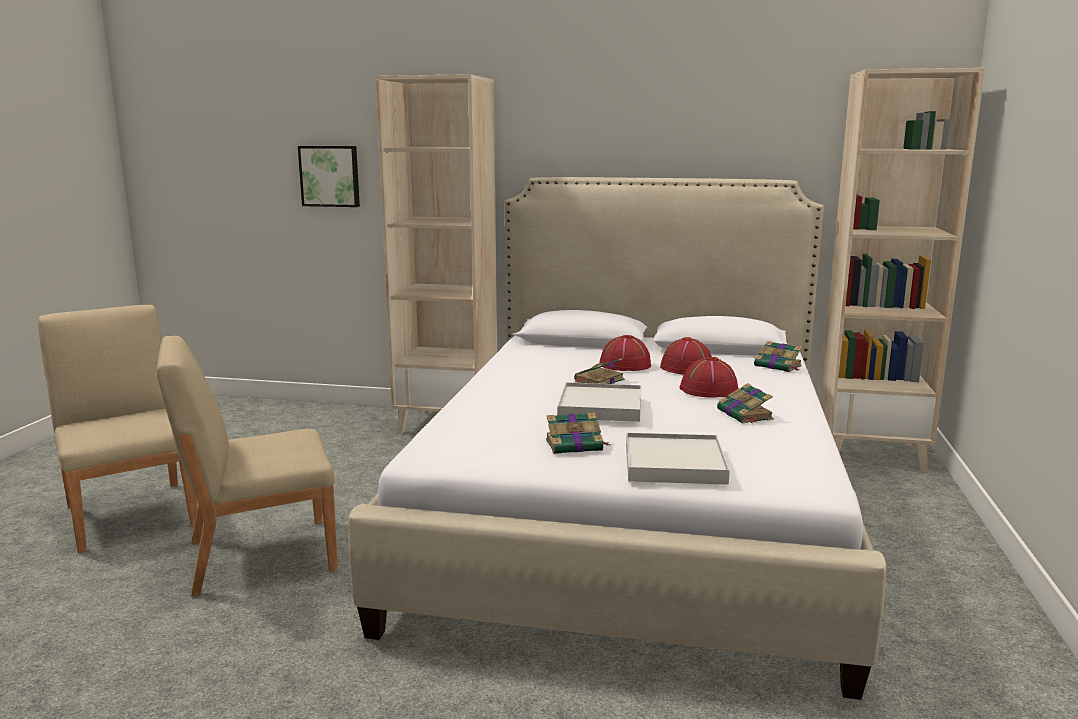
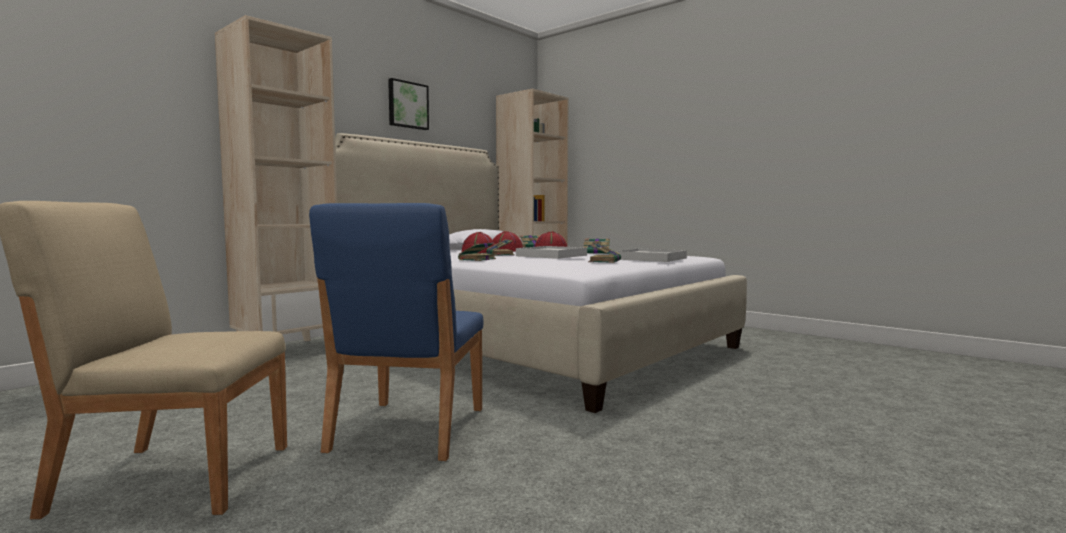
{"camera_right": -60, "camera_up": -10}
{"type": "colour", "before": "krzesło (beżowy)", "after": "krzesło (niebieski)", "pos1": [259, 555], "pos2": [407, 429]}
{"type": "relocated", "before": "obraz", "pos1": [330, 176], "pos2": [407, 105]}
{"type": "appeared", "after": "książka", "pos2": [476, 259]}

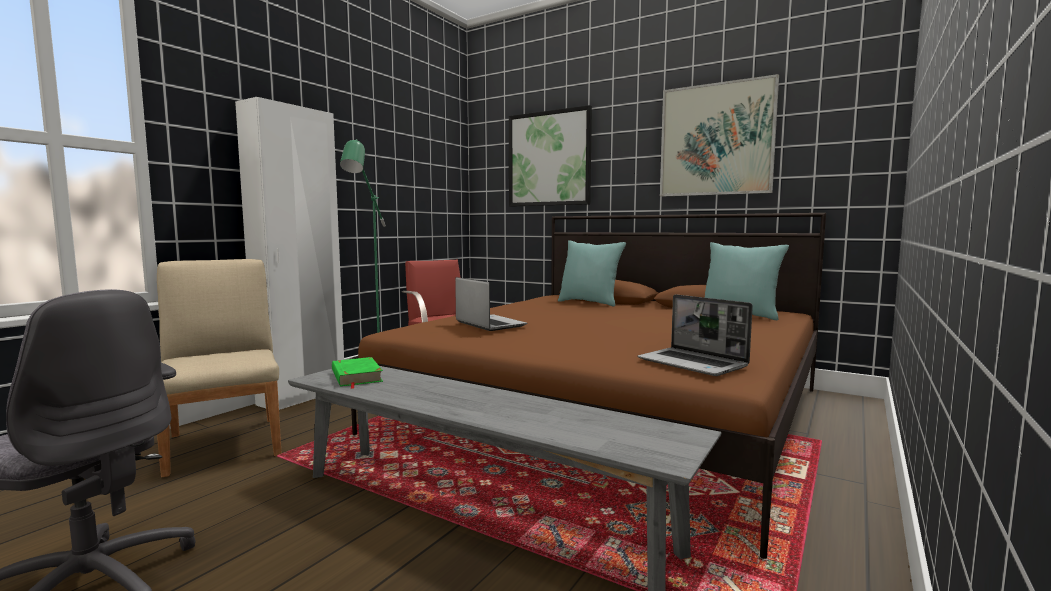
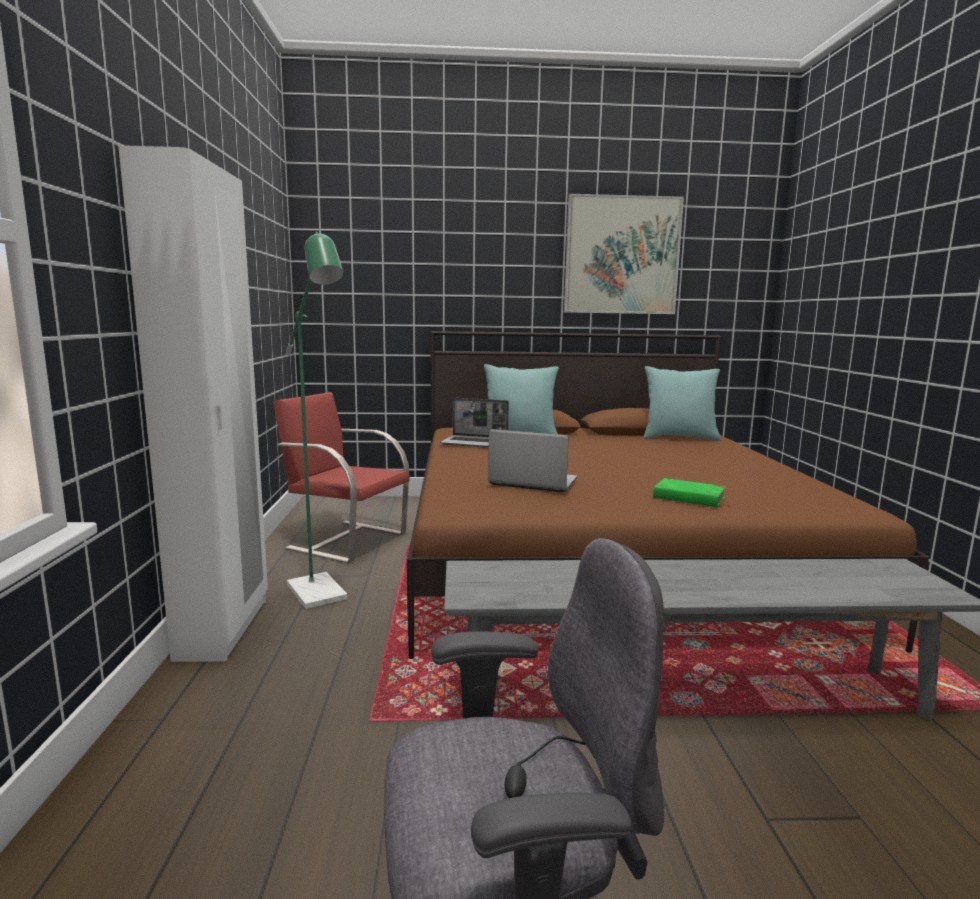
{"camera_right": -35, "camera_up": 5}
{"type": "relocated", "before": "laptop", "pos1": [693, 363], "pos2": [475, 443]}
{"type": "relocated", "before": "książka (zielony)", "pos1": [356, 376], "pos2": [689, 498]}
{"type": "missing", "before": "krzesło (beżowy)", "pos1": [225, 443]}
{"type": "missing", "before": "obraz", "pos1": [549, 159]}

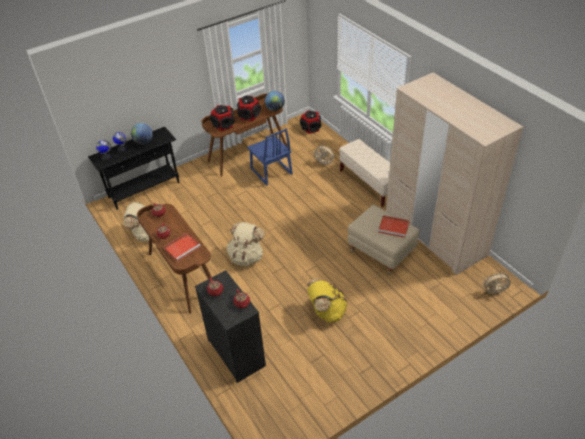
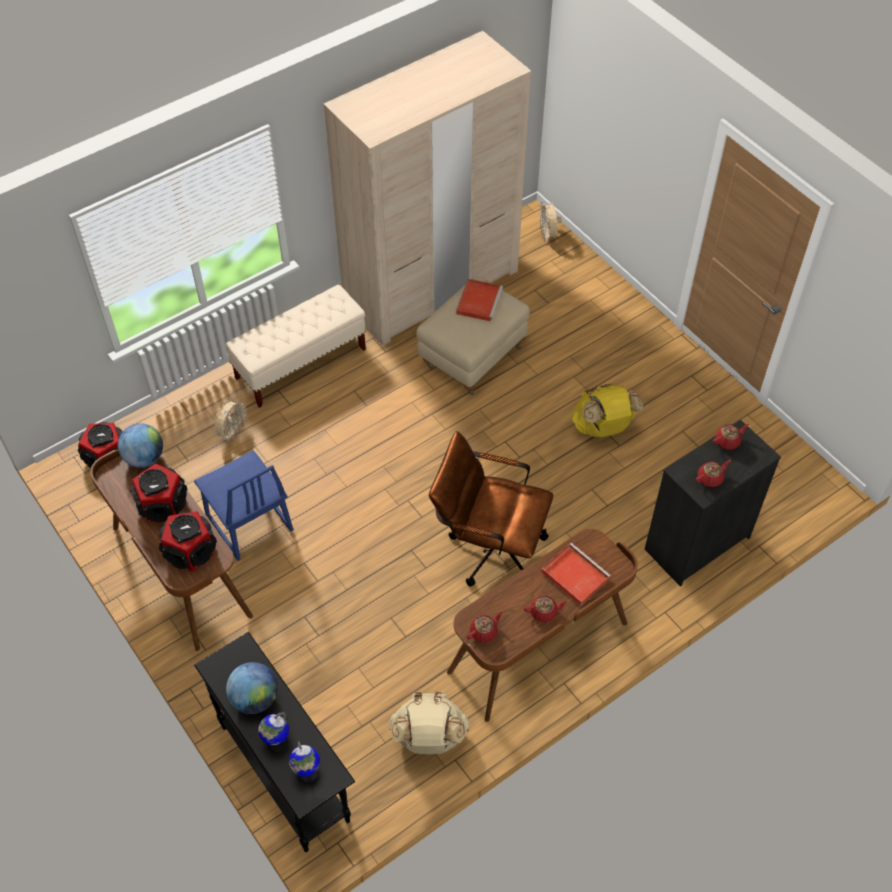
{"camera_right": -95, "camera_up": 10}
{"type": "spun", "before": "krzesło (niebieski)", "pos1": [271, 172], "pos2": [248, 523], "turn": 90}
{"type": "exchanged", "before": "plecak (beżowy)", "after": "krzesło biurowe (brązowy)", "pos1": [246, 257], "pos2": [489, 547]}

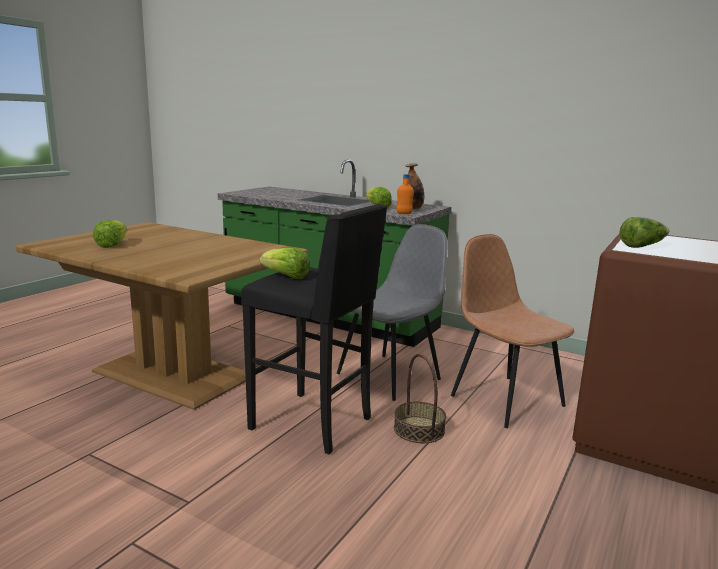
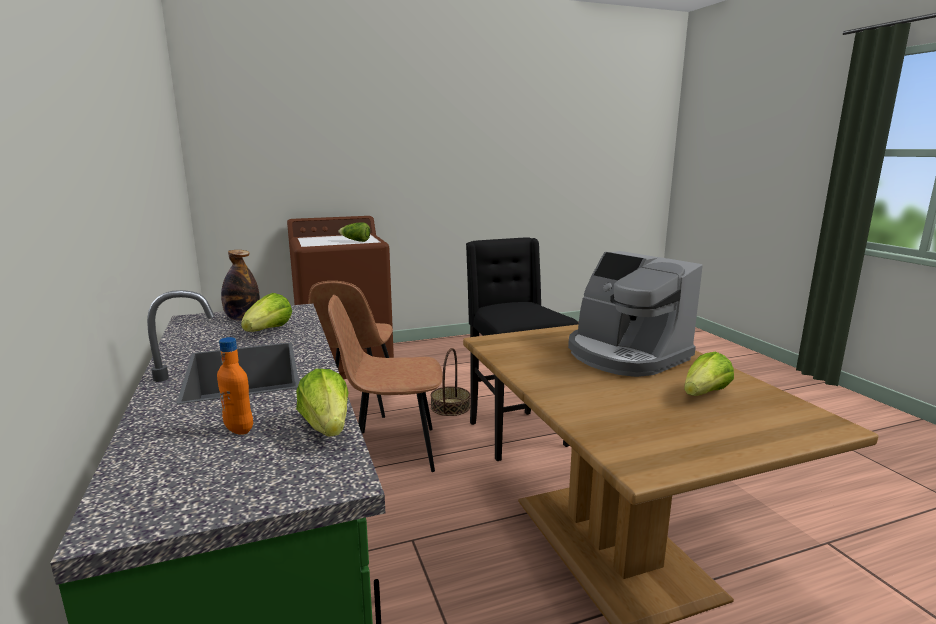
{"camera_right": -140, "camera_up": 0}
{"type": "relocated", "before": "butelka (pomarańczowy)", "pos1": [404, 213], "pos2": [239, 429]}
{"type": "relocated", "before": "sałata", "pos1": [286, 277], "pos2": [327, 427]}
{"type": "colour", "before": "krzesło (szary)", "after": "krzesło (brązowy)", "pos1": [390, 376], "pos2": [392, 450]}
{"type": "appeared", "after": "ekspres do kawy", "pos2": [625, 355]}

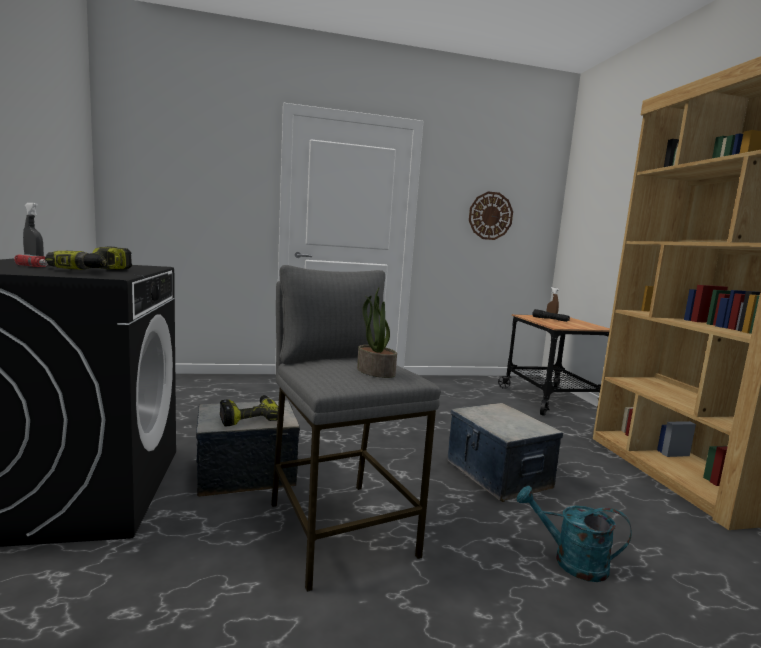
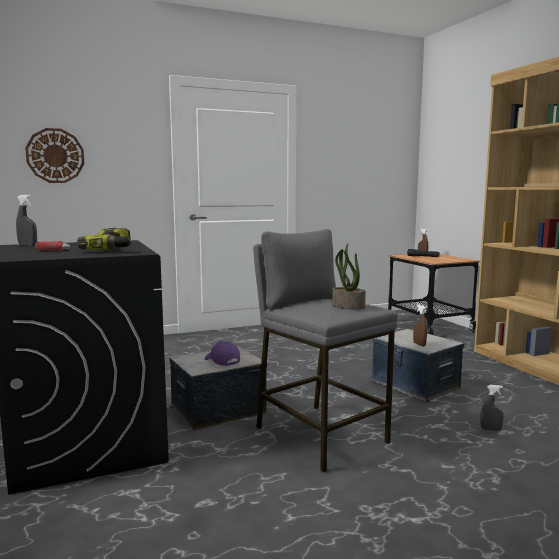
{"camera_right": -10, "camera_up": 0}
{"type": "relocated", "before": "zegar ścienny", "pos1": [490, 216], "pos2": [55, 156]}
{"type": "exchanged", "before": "wiertarka", "after": "czapka z daszkiem (fioletowy)", "pos1": [249, 417], "pos2": [221, 361]}
{"type": "appeared", "after": "spryskiwacz (brązowy)", "pos2": [419, 344]}
{"type": "exchanged", "before": "konewka (turkusowy)", "after": "spryskiwacz (szary)", "pos1": [570, 561], "pos2": [490, 430]}

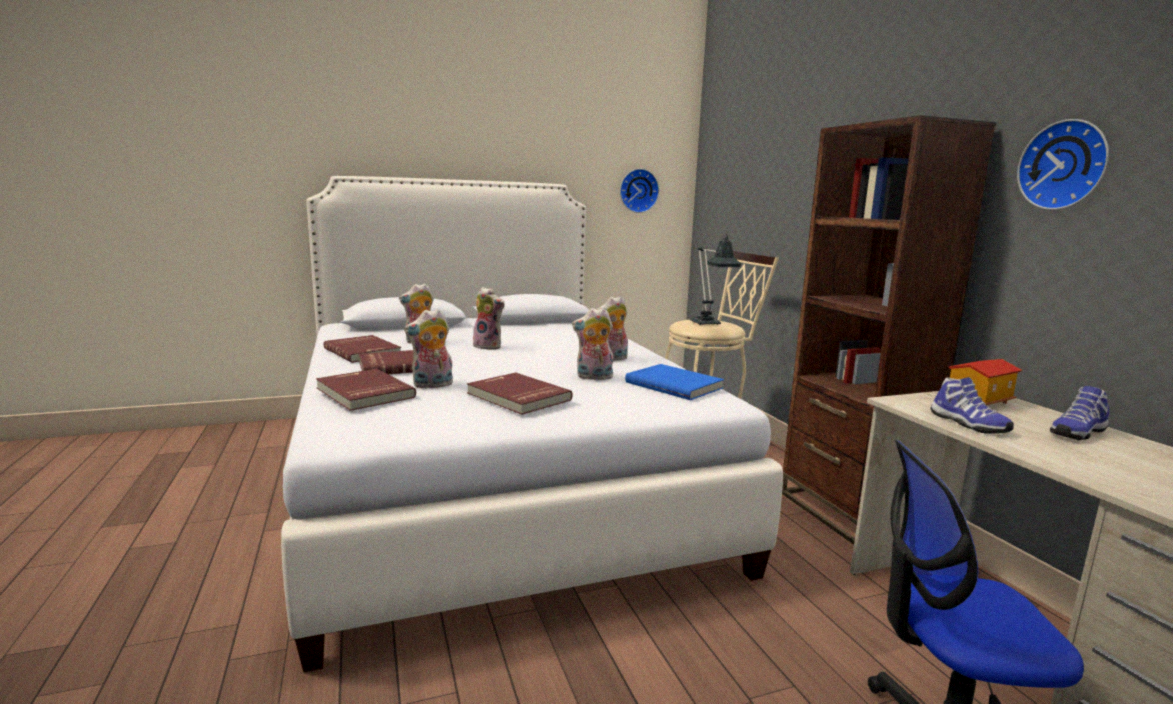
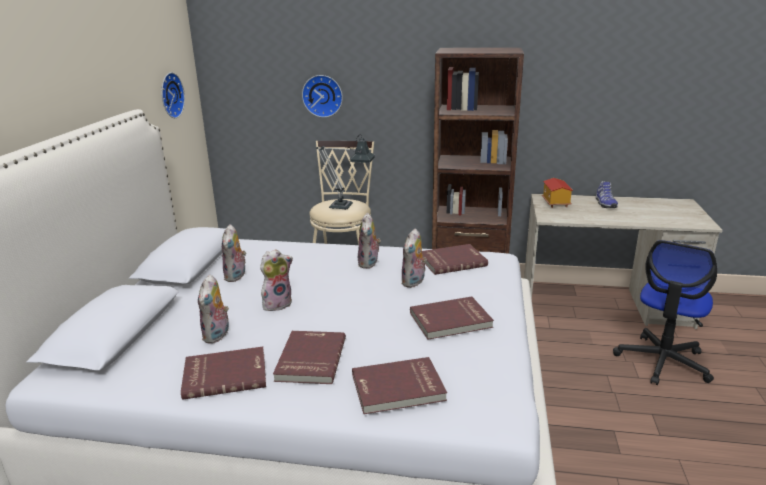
{"camera_right": -60, "camera_up": 10}
{"type": "relocated", "before": "pluszak", "pos1": [432, 385], "pos2": [236, 276]}
{"type": "relocated", "before": "zegar ścienny", "pos1": [1065, 165], "pos2": [323, 95]}
{"type": "colour", "before": "książka (niebieski)", "after": "książka (czerwony)", "pos1": [674, 385], "pos2": [452, 261]}
{"type": "missing", "before": "but", "pos1": [967, 424]}

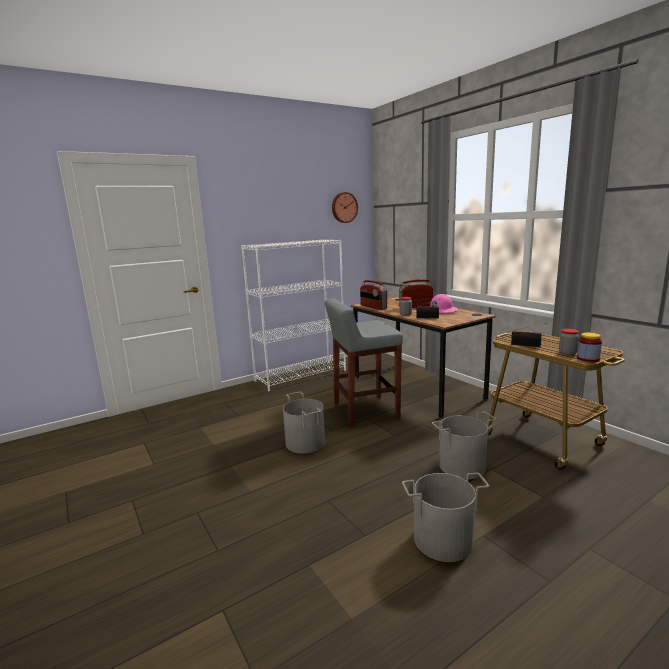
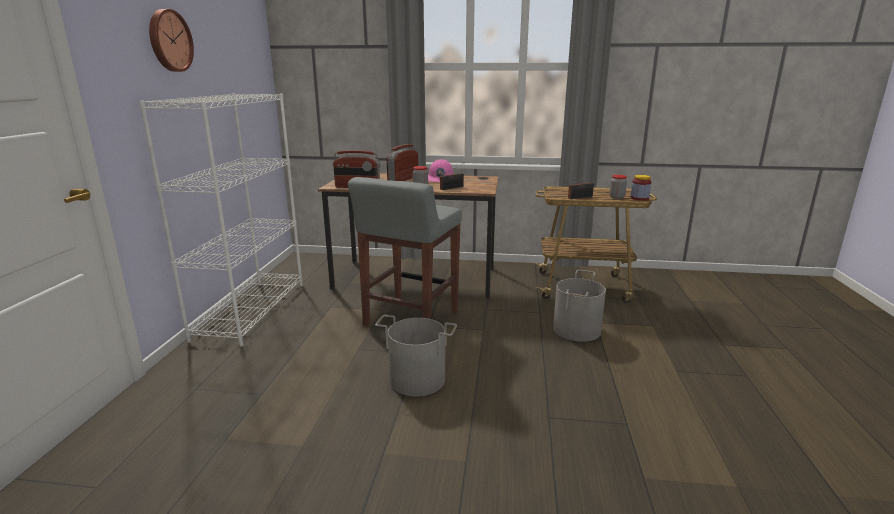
{"camera_right": -50, "camera_up": 5}
{"type": "relocated", "before": "zegar ścienny", "pos1": [344, 207], "pos2": [169, 41]}
{"type": "missing", "before": "wiadro (szary)", "pos1": [443, 540]}

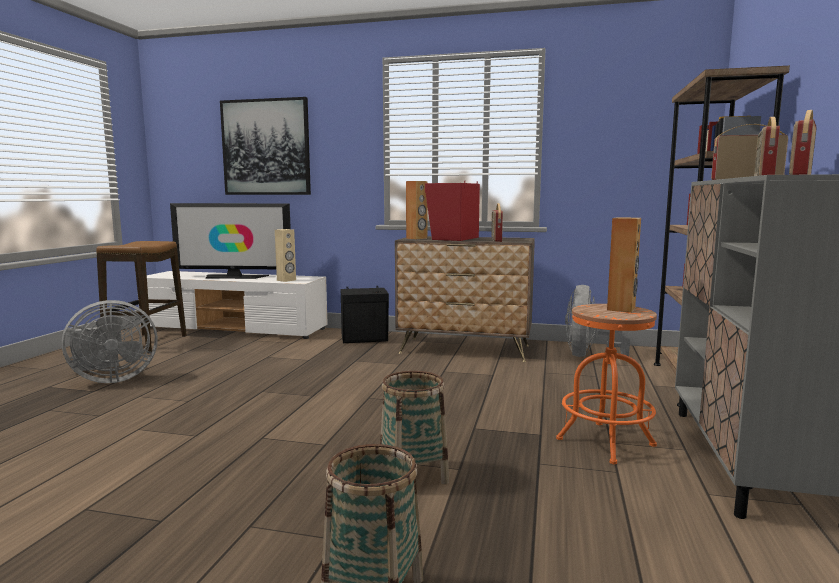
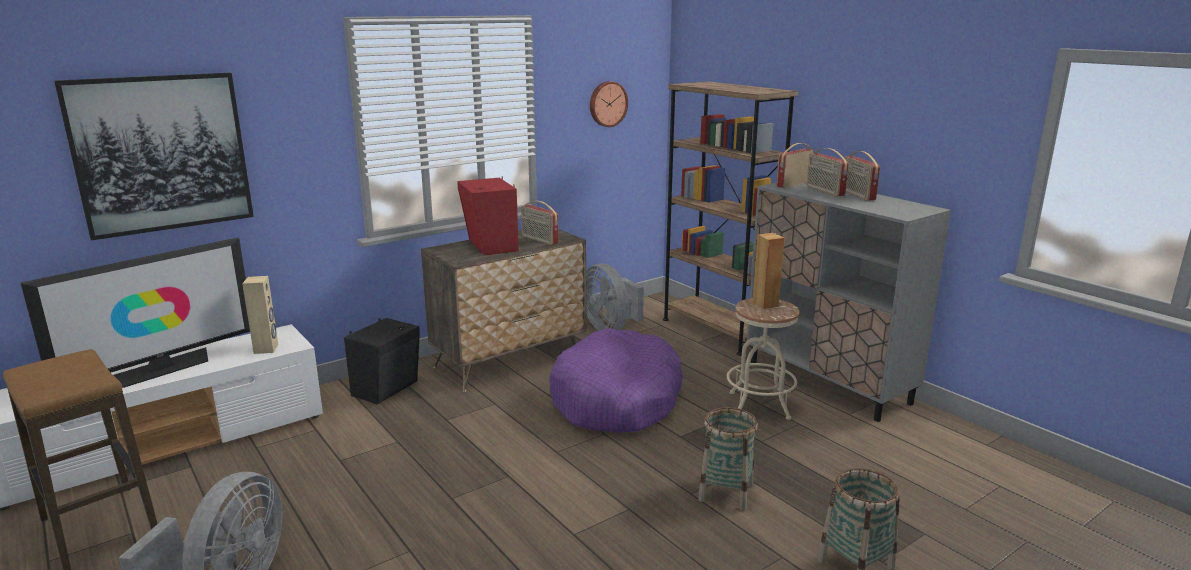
{"camera_right": -50, "camera_up": 10}
{"type": "appeared", "after": "legowisko (fioletowy)", "pos2": [616, 399]}
{"type": "appeared", "after": "zegar ścienny", "pos2": [607, 104]}
{"type": "colour", "before": "stołek (pomarańczowy)", "after": "stołek (beżowy)", "pos1": [605, 442], "pos2": [759, 405]}
{"type": "missing", "before": "głośnik (brązowy)", "pos1": [417, 238]}

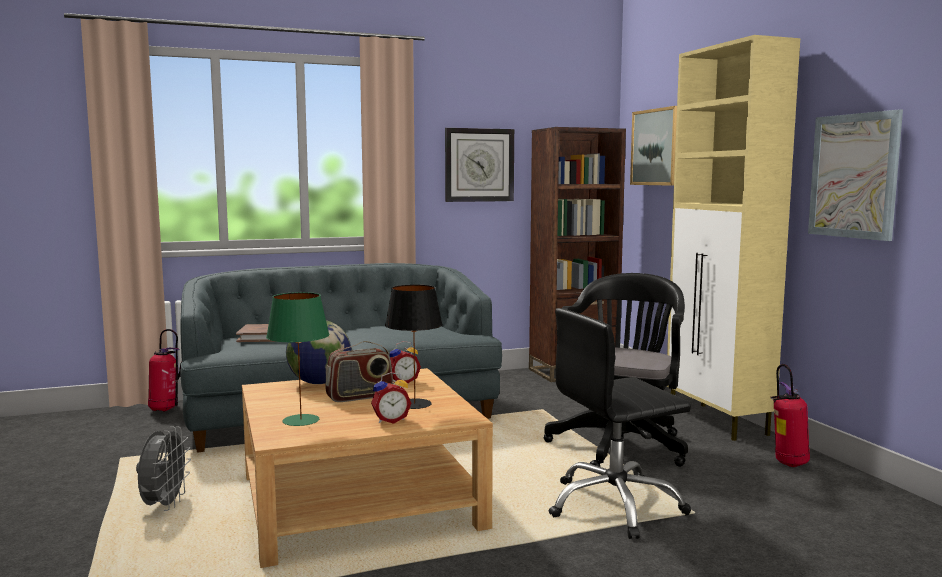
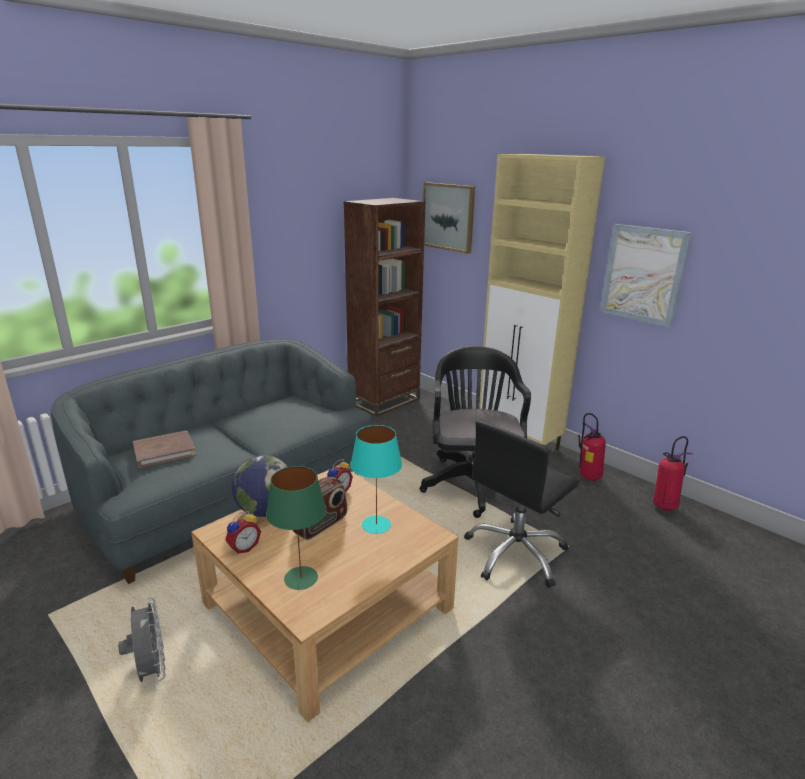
{"camera_right": -25, "camera_up": 15}
{"type": "relocated", "before": "budzik", "pos1": [390, 420], "pos2": [243, 547]}
{"type": "colour", "before": "lampa stołowa (czarny)", "after": "lampa stołowa (turkusowy)", "pos1": [414, 404], "pos2": [376, 525]}
{"type": "relocated", "before": "gaśnica", "pos1": [165, 410], "pos2": [664, 506]}
{"type": "missing", "before": "zegar ścienny", "pos1": [479, 165]}

